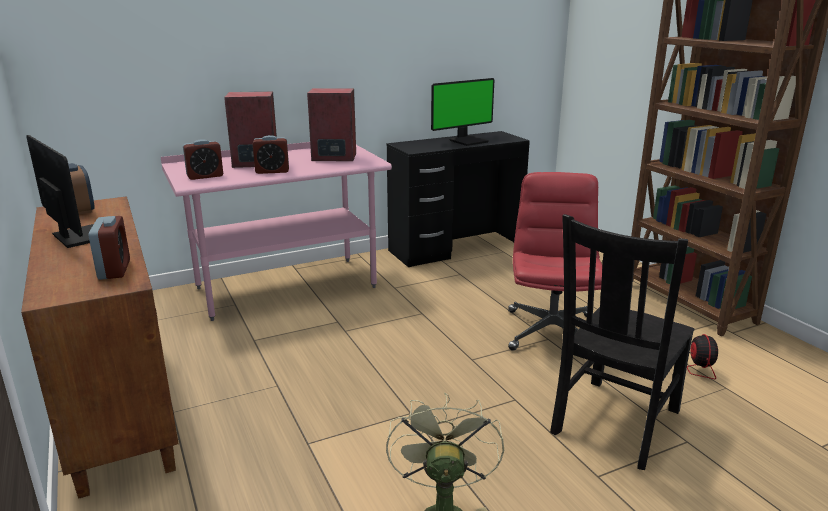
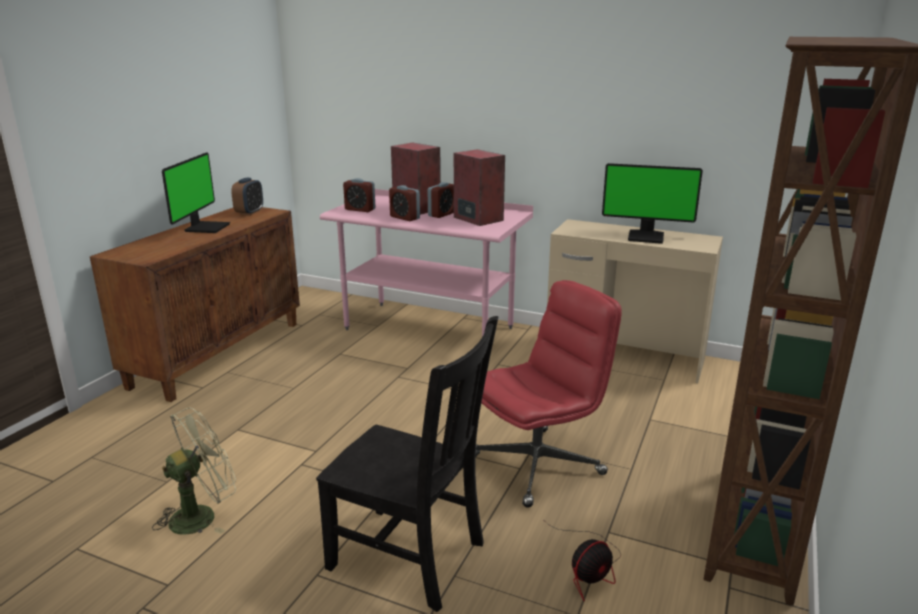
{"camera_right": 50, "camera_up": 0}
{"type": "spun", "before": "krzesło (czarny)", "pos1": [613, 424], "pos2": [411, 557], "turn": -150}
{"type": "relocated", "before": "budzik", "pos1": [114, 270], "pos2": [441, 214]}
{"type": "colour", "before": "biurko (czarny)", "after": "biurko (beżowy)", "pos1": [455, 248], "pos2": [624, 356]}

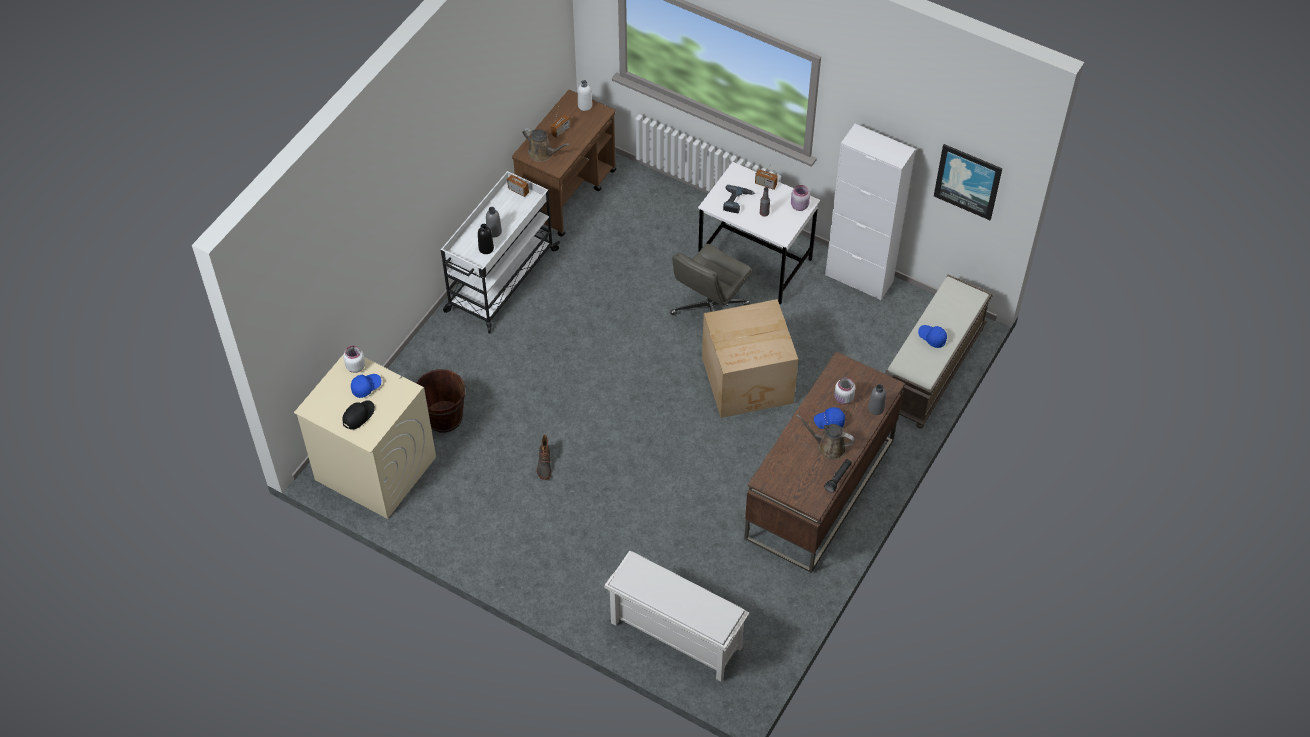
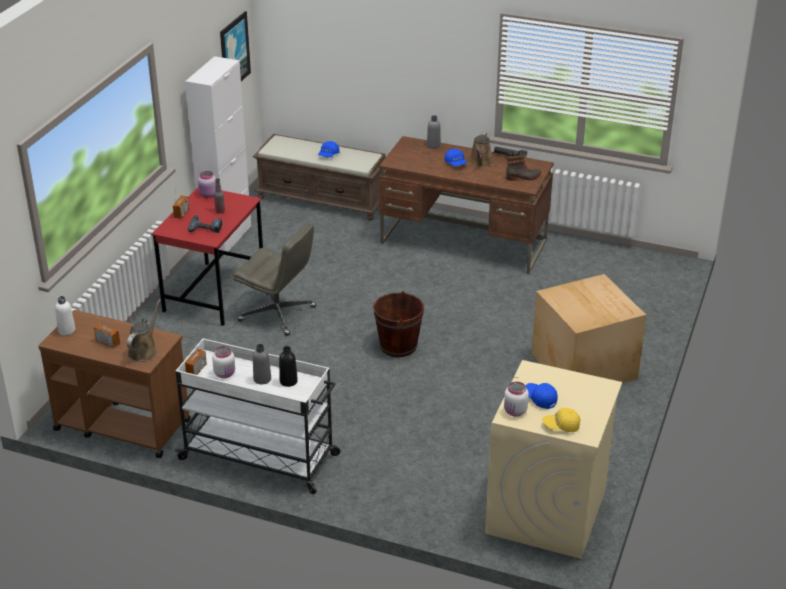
{"camera_right": -100, "camera_up": -20}
{"type": "colour", "before": "biurko (biały)", "after": "biurko (czerwony)", "pos1": [755, 263], "pos2": [214, 293]}
{"type": "relocated", "before": "słoik (biały)", "pos1": [843, 399], "pos2": [225, 374]}
{"type": "relocated", "before": "wiadro (brązowy)", "pos1": [444, 417], "pos2": [398, 346]}
{"type": "relocated", "before": "but z cholewką", "pos1": [544, 465], "pos2": [523, 177]}
{"type": "relocated", "before": "karton", "pos1": [749, 381], "pos2": [584, 365]}
{"type": "appeared", "after": "czapka z daszkiem (żółty)", "pos2": [561, 426]}
{"type": "missing", "before": "czapka z daszkiem (czarny)", "pos1": [358, 416]}
{"type": "missing", "before": "regał na buty (biały)", "pos1": [674, 635]}

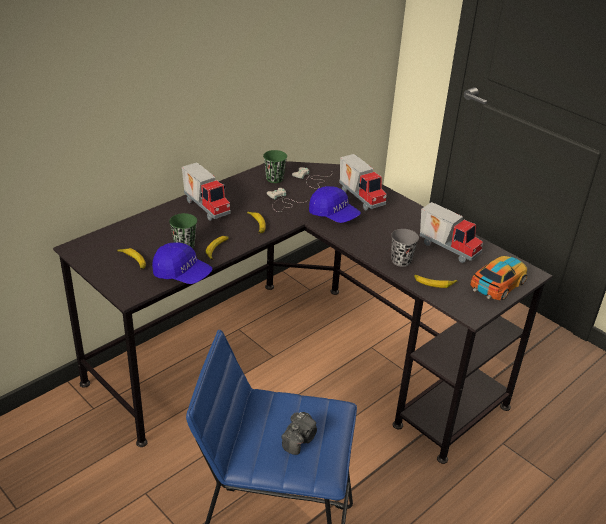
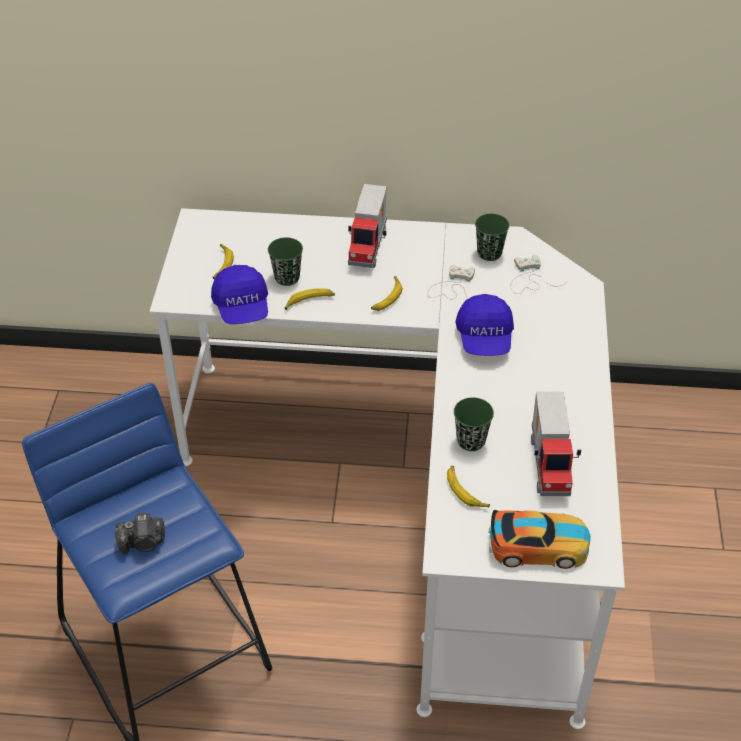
{"camera_right": 50, "camera_up": 10}
{"type": "colour", "before": "biurko (czarny)", "after": "biurko (biały)", "pos1": [297, 361], "pos2": [419, 490]}
{"type": "colour", "before": "filiżanka (szary)", "after": "filiżanka (zielony)", "pos1": [401, 261], "pos2": [471, 441]}
{"type": "missing", "before": "ciężarówka zabawkowa", "pos1": [361, 197]}

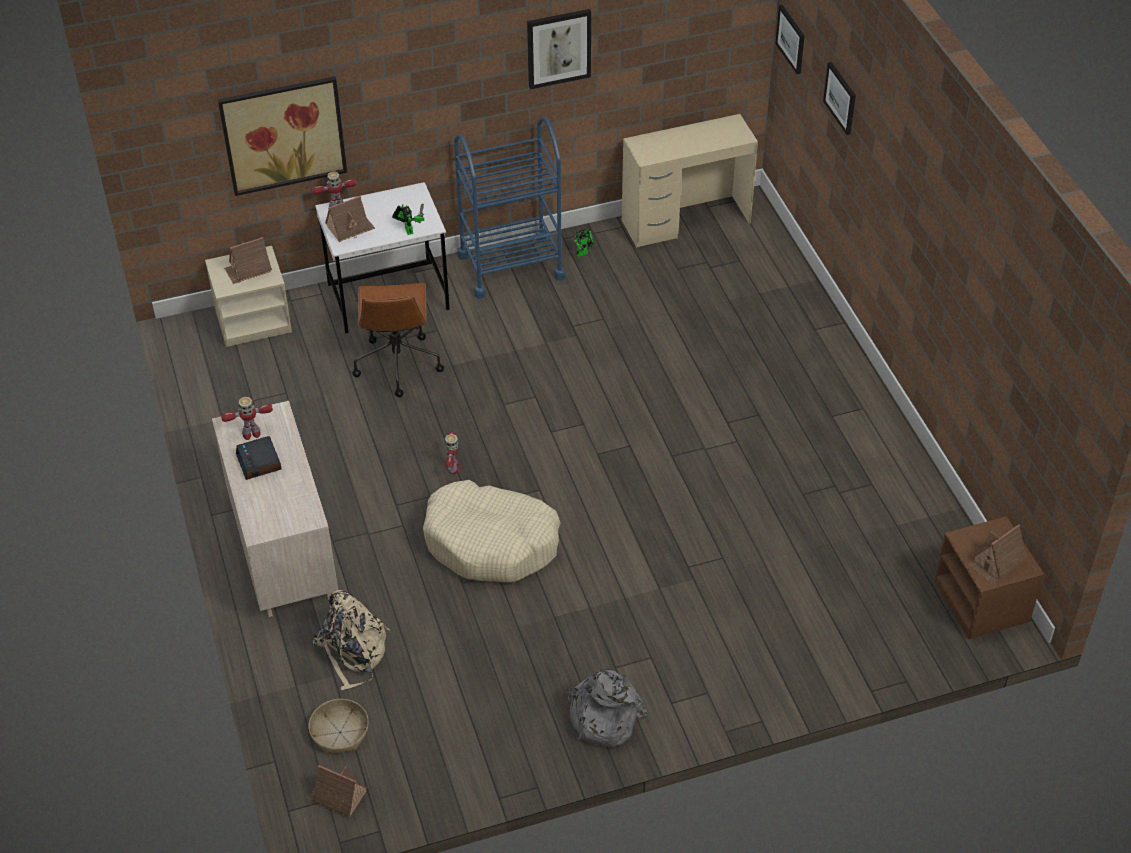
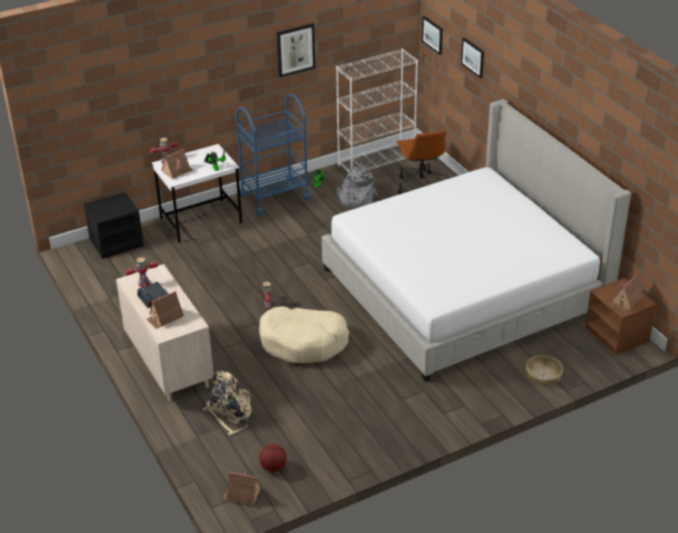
{"camera_right": -10, "camera_up": -10}
{"type": "colour", "before": "szafka nocna (beżowy)", "after": "szafka nocna (czarny)", "pos1": [254, 320], "pos2": [117, 242]}
{"type": "relocated", "before": "domek", "pos1": [248, 270], "pos2": [165, 318]}
{"type": "appeared", "after": "piłka do koszykówki", "pos2": [273, 467]}
{"type": "appeared", "after": "łóżko", "pos2": [463, 289]}
{"type": "exchanged", "before": "biurko (beżowy)", "after": "regał (biały)", "pos1": [686, 221], "pos2": [376, 162]}
{"type": "relocated", "before": "plecak (szary)", "pos1": [603, 717], "pos2": [356, 199]}
{"type": "relocated", "before": "krzesło biurowe (brązowy)", "pos1": [397, 363], "pos2": [421, 186]}
{"type": "relocated", "before": "koszyk", "pos1": [340, 732], "pos2": [543, 375]}
{"type": "missing", "before": "obraz", "pos1": [283, 135]}

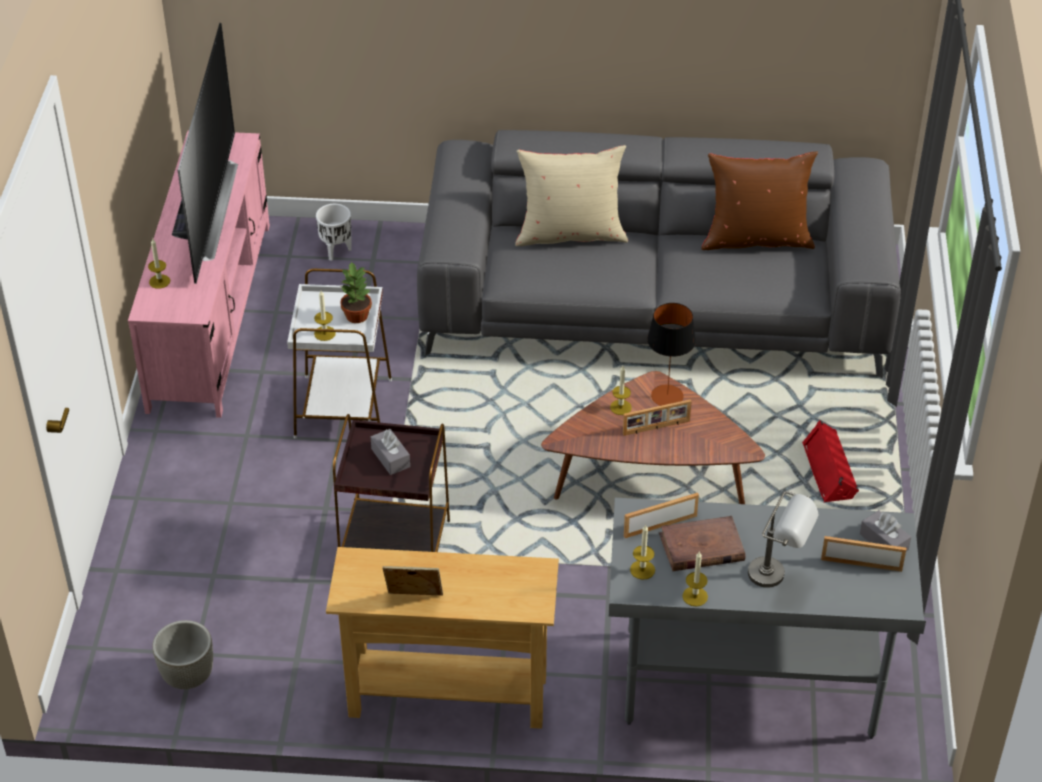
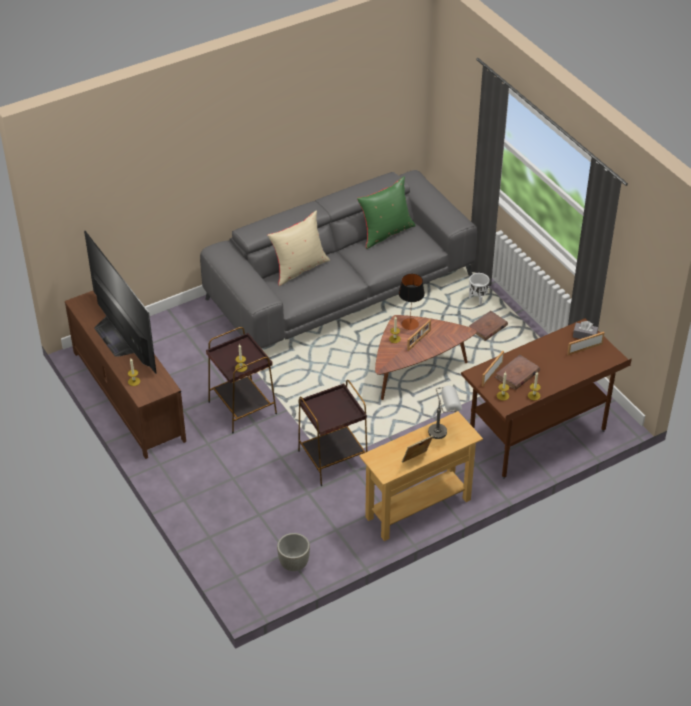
{"camera_right": -35, "camera_up": 0}
{"type": "colour", "before": "szafka pod telewizor (różowy)", "after": "szafka pod telewizor (brązowy)", "pos1": [210, 314], "pos2": [128, 395]}
{"type": "colour", "before": "stolik (biały)", "after": "stolik (brązowy)", "pos1": [344, 407], "pos2": [242, 407]}
{"type": "colour", "before": "poduszka (brązowy)", "after": "poduszka (zielony)", "pos1": [756, 239], "pos2": [385, 233]}
{"type": "relocated", "before": "lampa stołowa (szary)", "pos1": [778, 577], "pos2": [444, 430]}
{"type": "colour", "before": "biurko (szary)", "after": "biurko (brązowy)", "pos1": [748, 686], "pos2": [537, 436]}
{"type": "relocated", "before": "donica (biały)", "pos1": [337, 251], "pos2": [478, 299]}
{"type": "exchanged", "before": "głośnik (czerwony)", "after": "książka (brązowy)", "pos1": [830, 470], "pos2": [487, 328]}
{"type": "missing", "before": "roślina doniczkowa", "pos1": [357, 315]}
{"type": "missing", "before": "pudełko chusteczek (szary)", "pos1": [390, 458]}

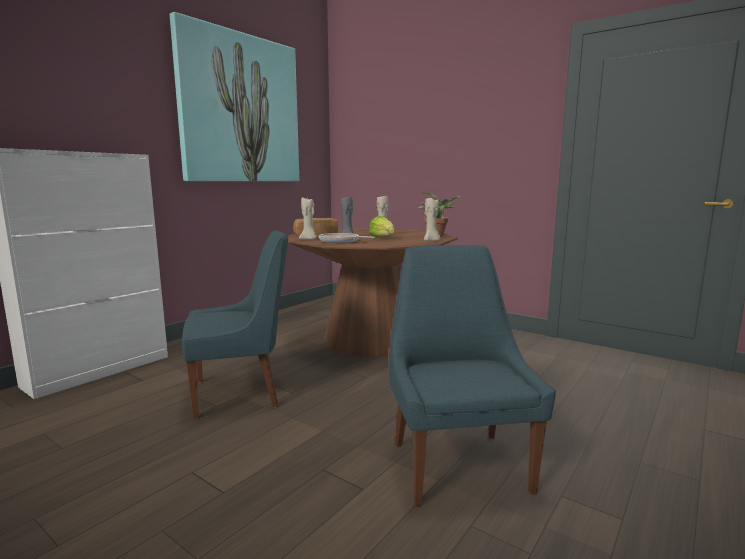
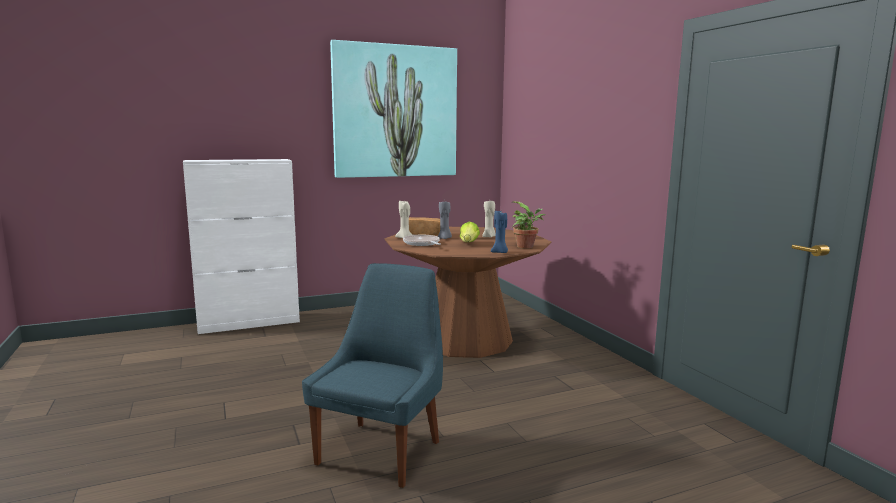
{"camera_right": 30, "camera_up": 0}
{"type": "colour", "before": "świeca (beżowy)", "after": "świeca (niebieski)", "pos1": [431, 241], "pos2": [500, 252]}
{"type": "missing", "before": "krzesło (niebieski)", "pos1": [241, 393]}

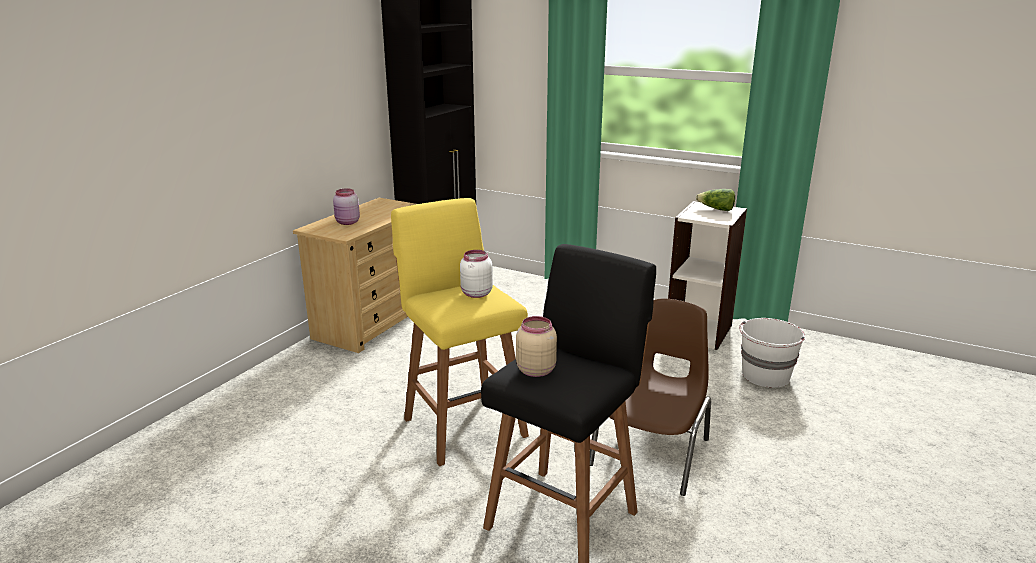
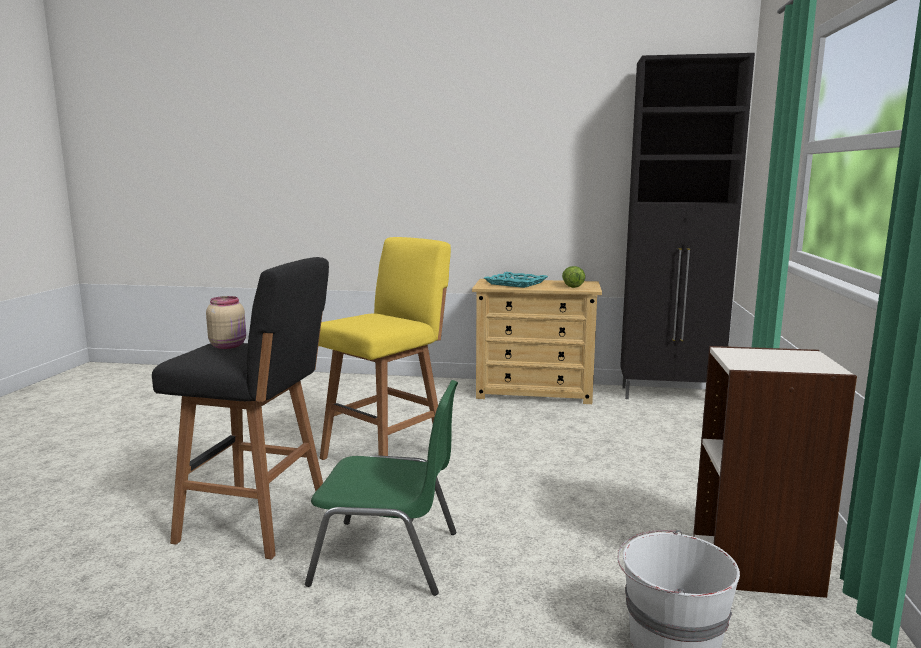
{"camera_right": 70, "camera_up": -10}
{"type": "colour", "before": "krzesło (brązowy)", "after": "krzesło (zielony)", "pos1": [652, 451], "pos2": [389, 557]}
{"type": "exchanged", "before": "słoik (różowy)", "after": "taca (turkusowy)", "pos1": [347, 222], "pos2": [515, 283]}
{"type": "relocated", "before": "sałata", "pos1": [716, 209], "pos2": [572, 286]}
{"type": "missing", "before": "słoik (biały)", "pos1": [475, 294]}

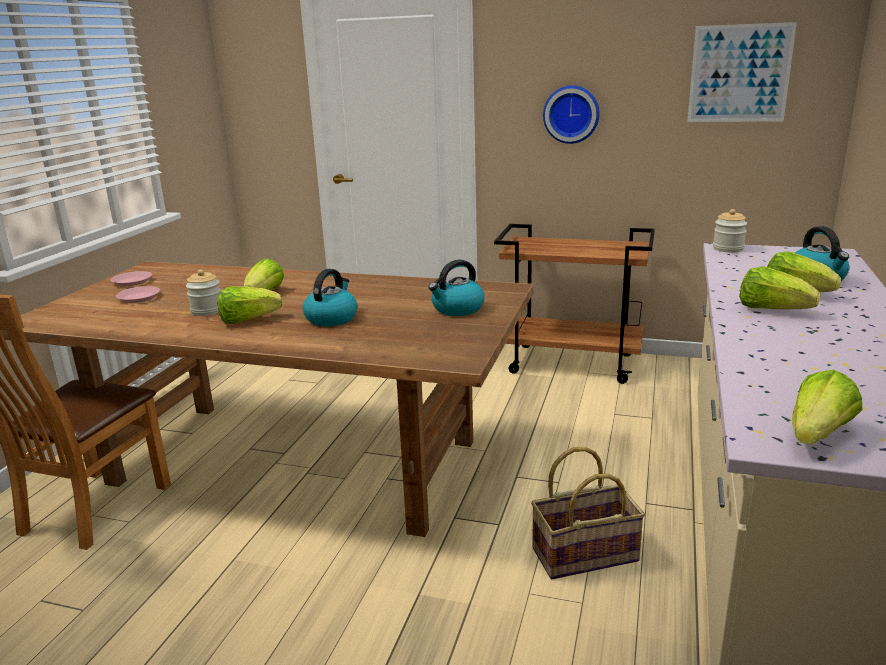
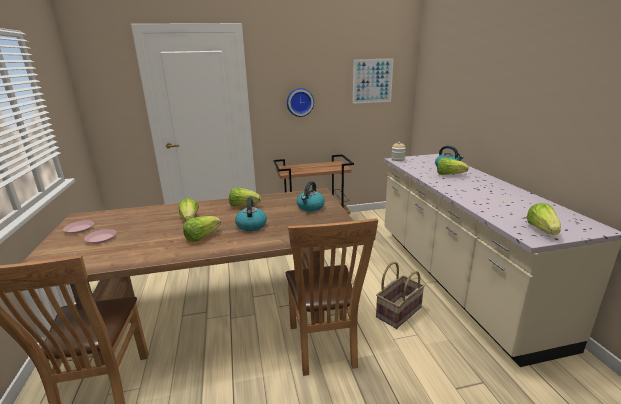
{"camera_right": -30, "camera_up": 0}
{"type": "relocated", "before": "sałata", "pos1": [771, 310], "pos2": [244, 205]}
{"type": "appeared", "after": "krzesło (brązowy)", "pos2": [324, 348]}
{"type": "missing", "before": "słoik", "pos1": [207, 311]}

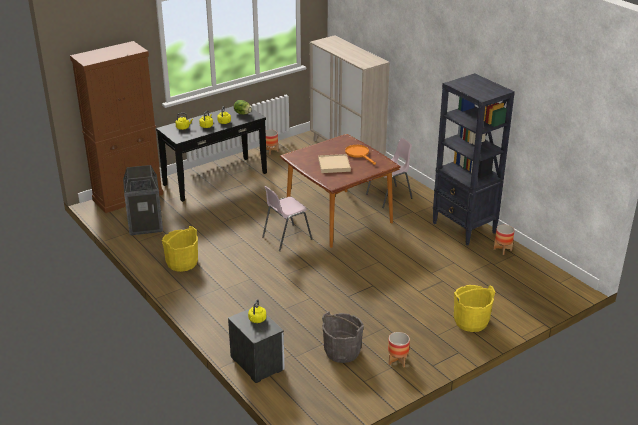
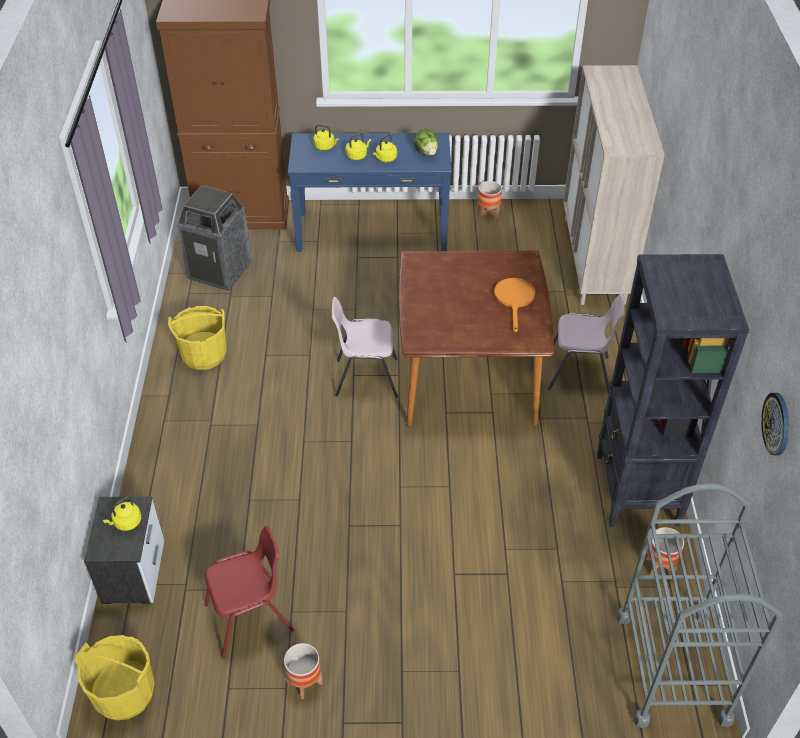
{"camera_right": 35, "camera_up": 15}
{"type": "relocated", "before": "wiadro (żółty)", "pos1": [471, 322], "pos2": [124, 693]}
{"type": "exchanged", "before": "wiadro (szary)", "after": "krzesło (czerwony)", "pos1": [342, 351], "pos2": [250, 618]}
{"type": "colour", "before": "stolik konsolowy (czarny)", "after": "stolik konsolowy (niebieski)", "pos1": [215, 178], "pos2": [372, 231]}
{"type": "appeared", "after": "wózek (szary)", "pos2": [672, 667]}
{"type": "appeared", "after": "zegar ścienny", "pos2": [777, 423]}
{"type": "missing", "before": "taca (beżowy)", "pos1": [334, 165]}

